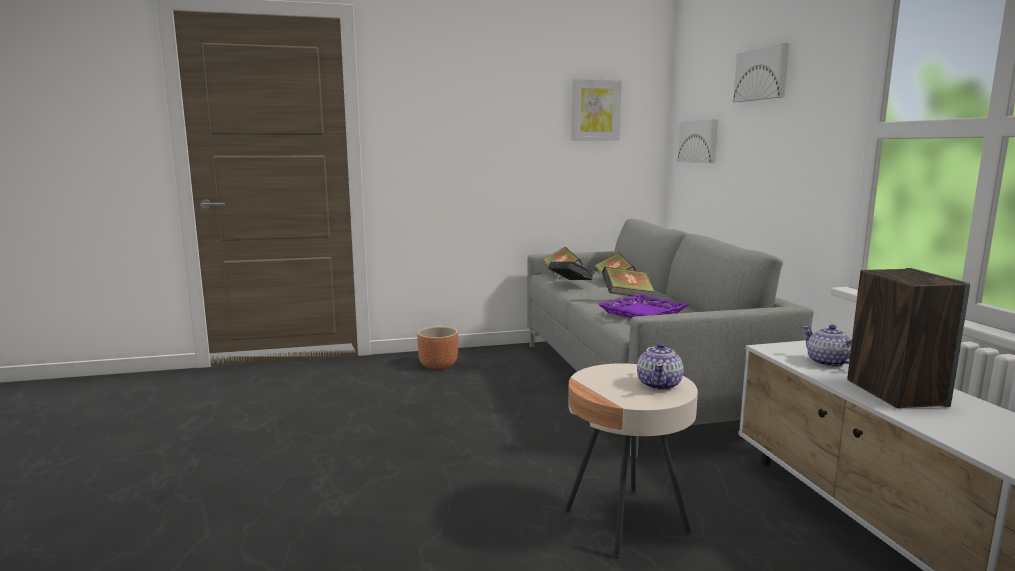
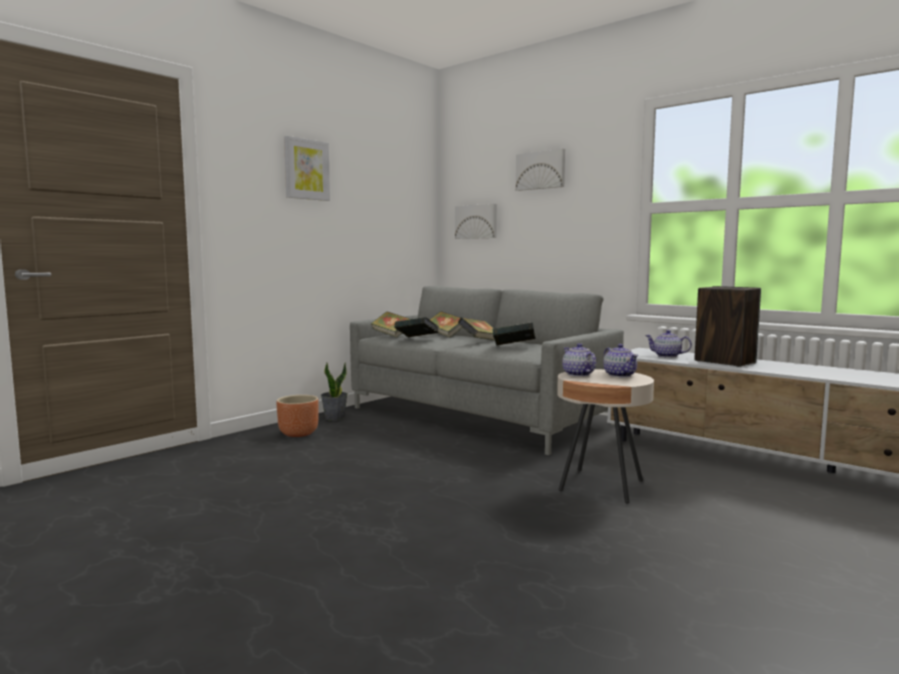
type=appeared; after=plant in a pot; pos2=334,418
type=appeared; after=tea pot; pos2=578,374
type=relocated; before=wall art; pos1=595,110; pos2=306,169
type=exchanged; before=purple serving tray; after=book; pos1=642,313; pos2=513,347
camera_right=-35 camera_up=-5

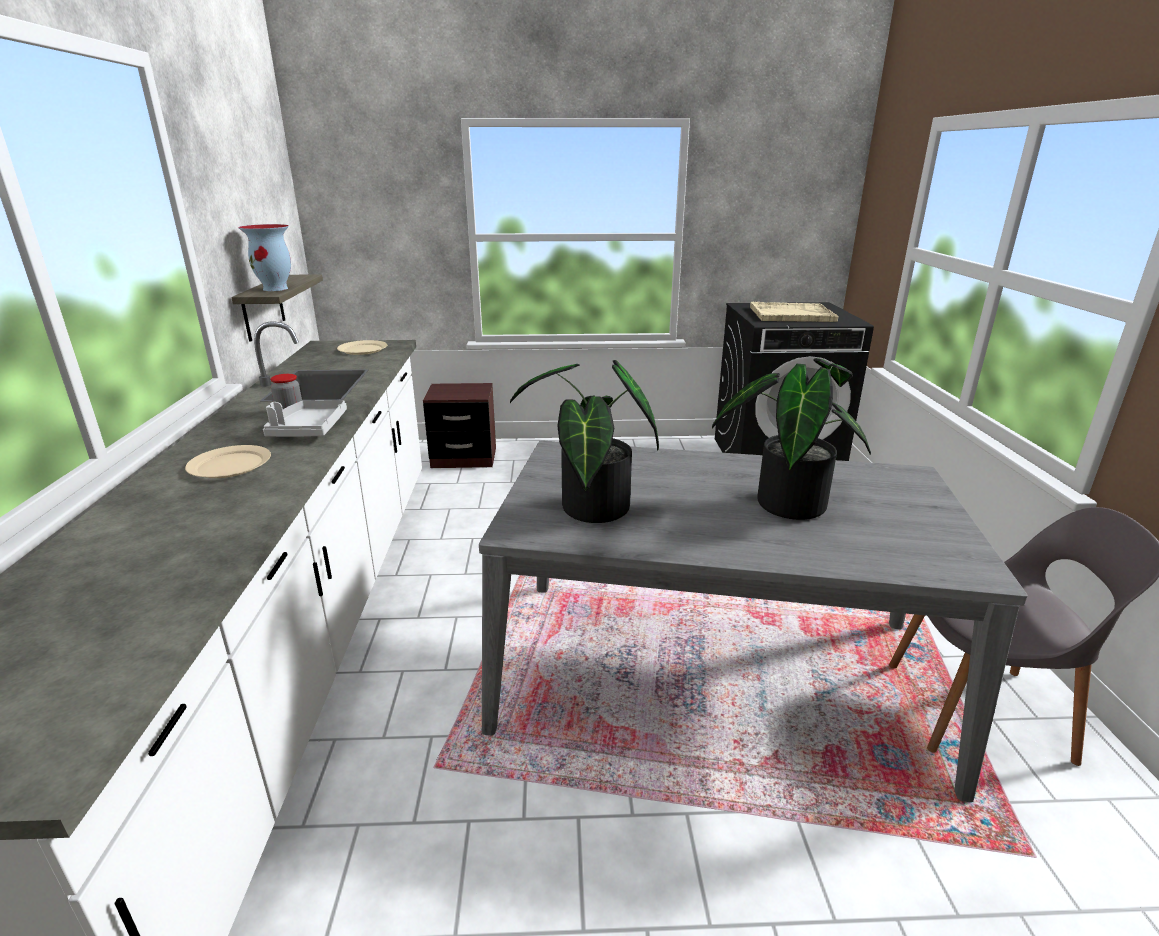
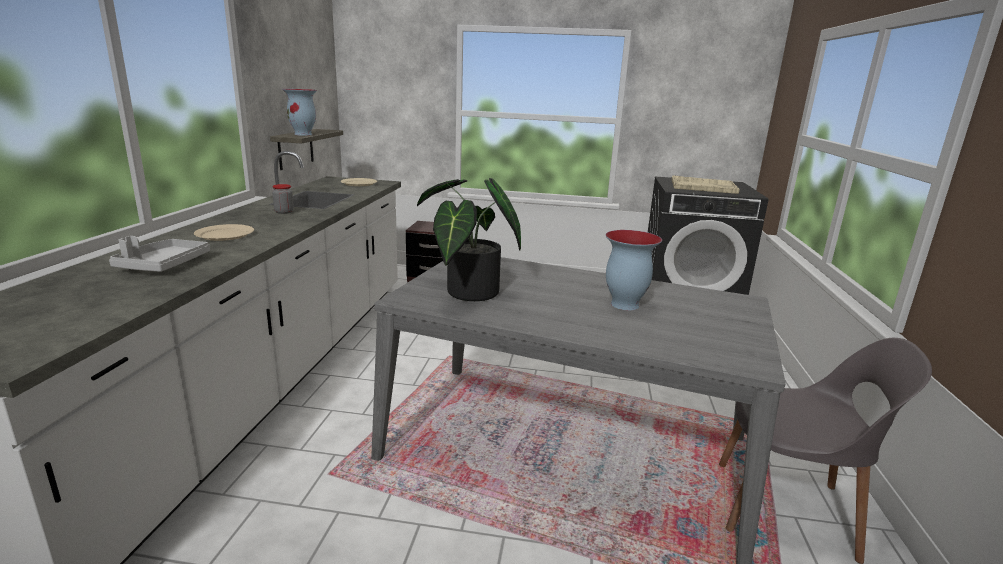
type=relocated; before=greyish serving tray; pos1=308,429; pos2=163,265
type=exchanged; before=plant in a pot; after=decorative vase; pos1=785,501; pos2=623,304
camera_right=10 camera_up=-5

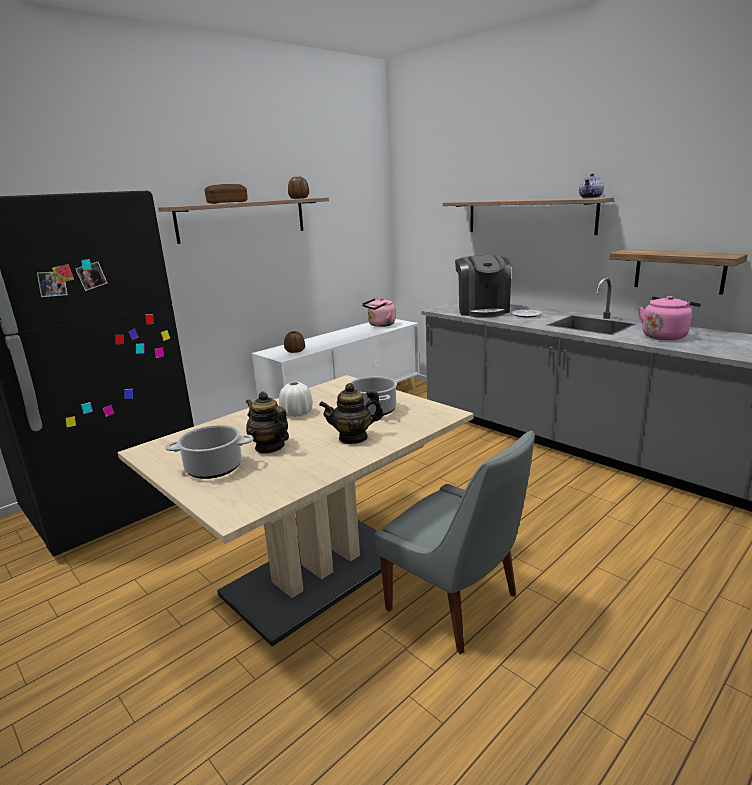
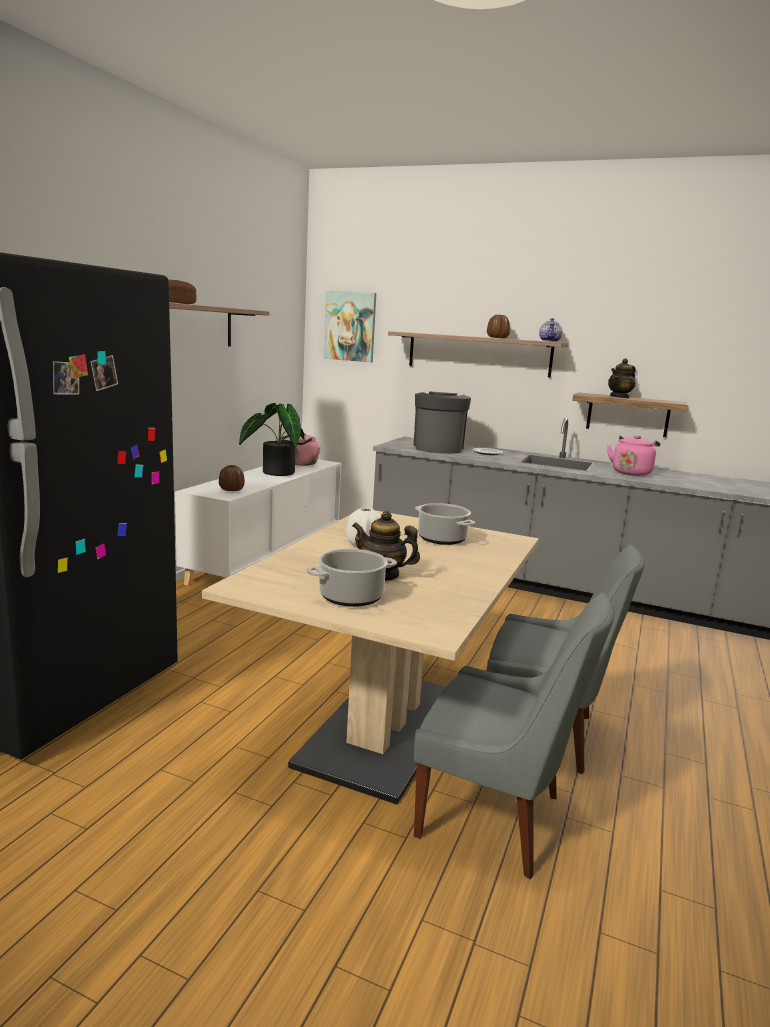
type=appeared; after=plant in a pot; pos2=274,472
type=appeared; after=wall art; pos2=350,326
type=appeared; after=greyish plain chair; pos2=495,818
type=relocated; before=brown decorative vase; pos1=299,198; pos2=497,338
type=relocated; before=tea pot; pos1=353,437; pos2=620,397
type=spun; before=coffee maker; pos1=482,310; pos2=438,448; turn=-150
camera_right=-25 camera_up=-5

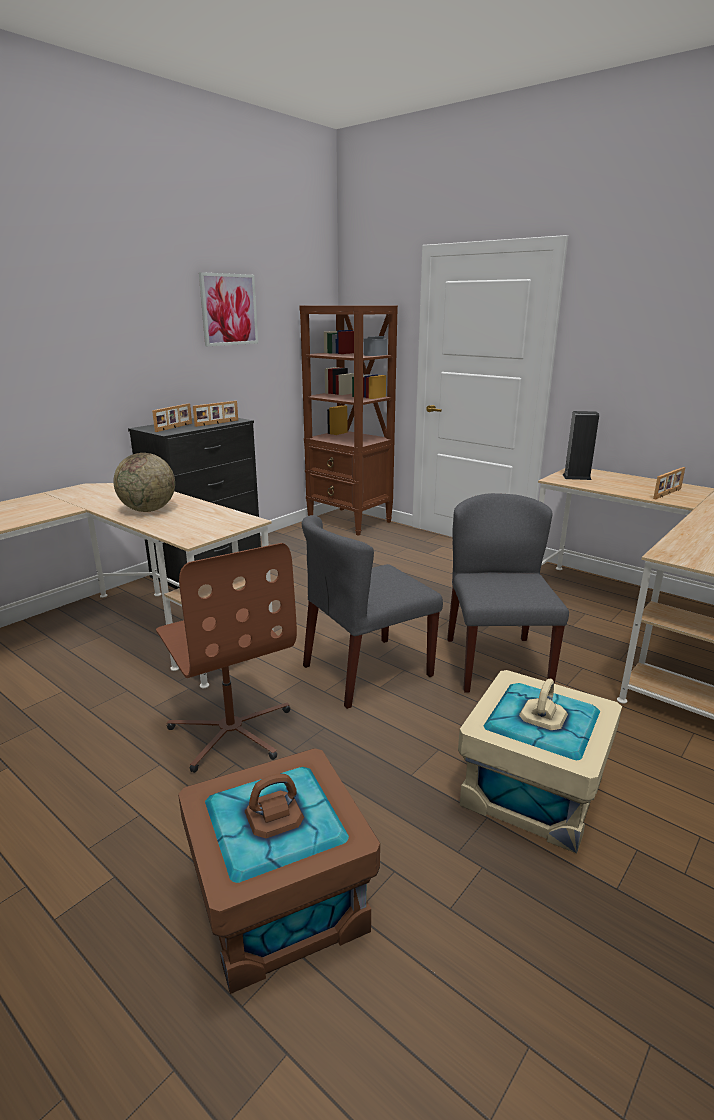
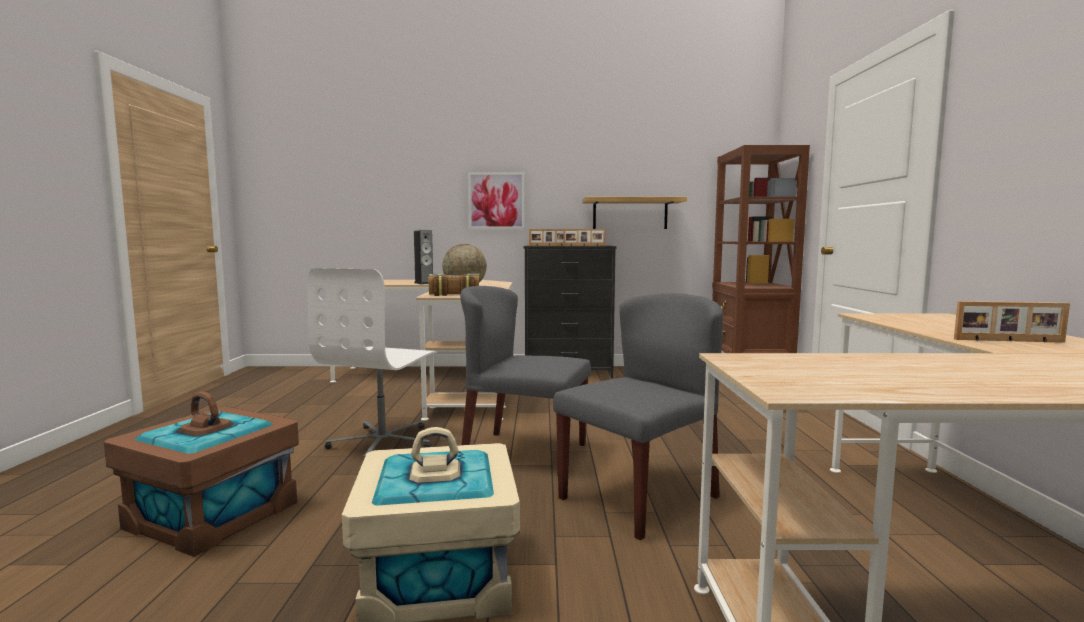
type=appeared; after=book; pos2=453,293
type=appeared; after=shelf; pos2=630,214
type=relocated; before=wall art; pos1=229,309; pos2=496,201
type=relocated; before=speaker; pos1=576,477; pos2=424,283
type=colour; before=brown office chair; after=whitish office chair; pos1=232,731; pos2=383,442
camera_right=50 camera_up=-15

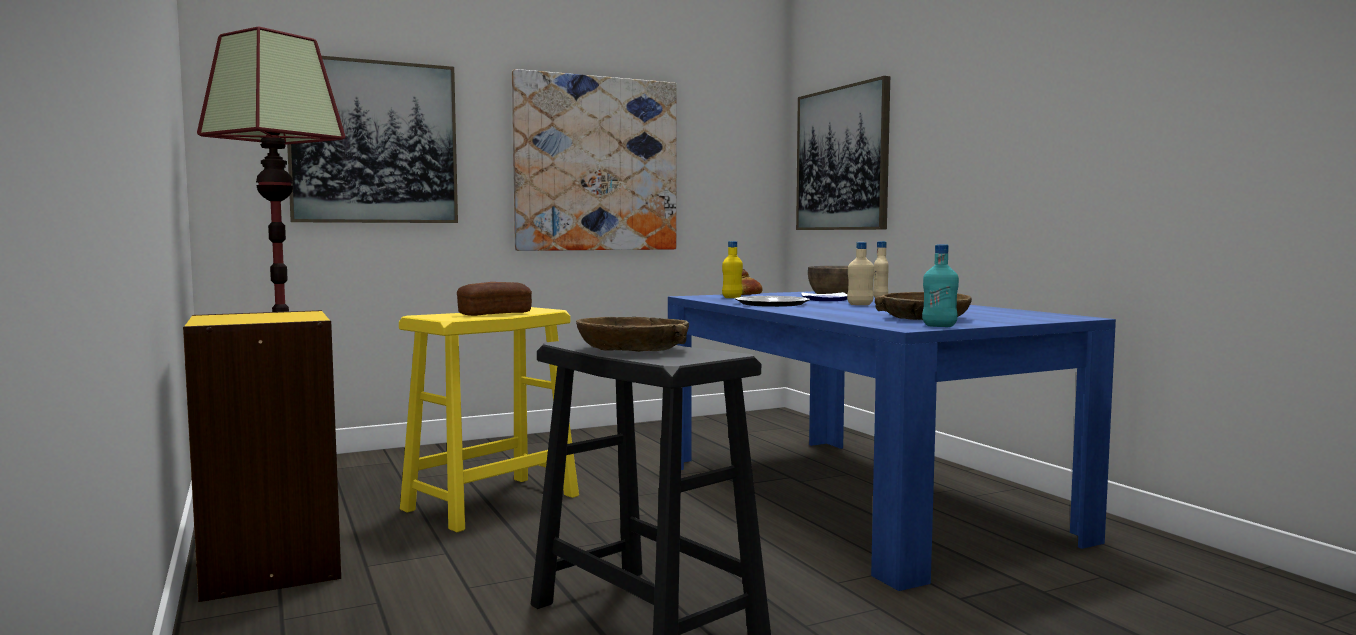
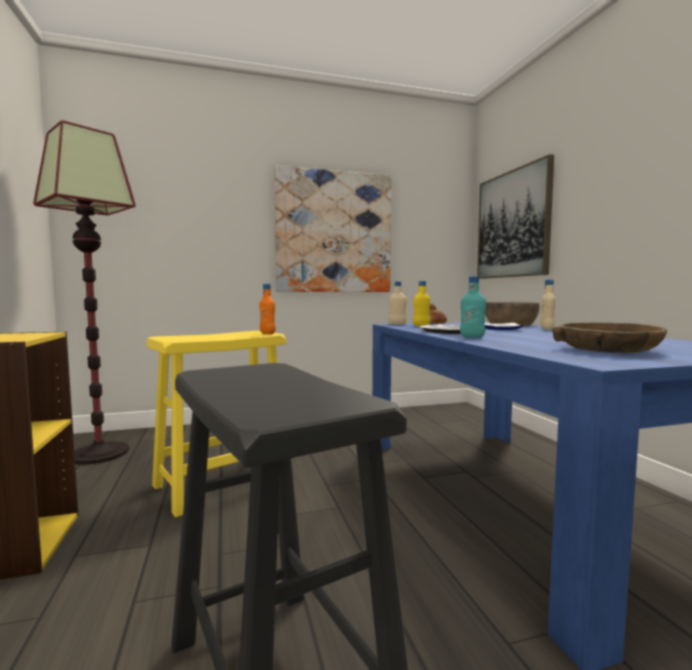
type=missing; before=wall art; pos1=374,142
type=missing; before=bread; pos1=495,314
type=missing; before=brown serving bowl; pos1=634,349
type=appeared; after=orange beverage bottle; pos2=267,333
type=relocated; before=beige beverage bottle; pos1=860,304; pos2=397,324
type=relocated; before=turquoise-coloured beverage bottle; pos1=939,326; pos2=472,337
camera_right=10 camera_up=0

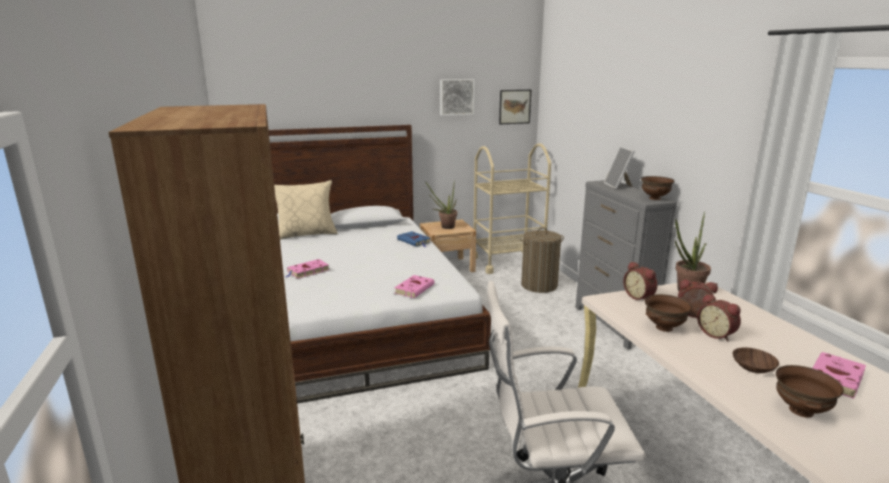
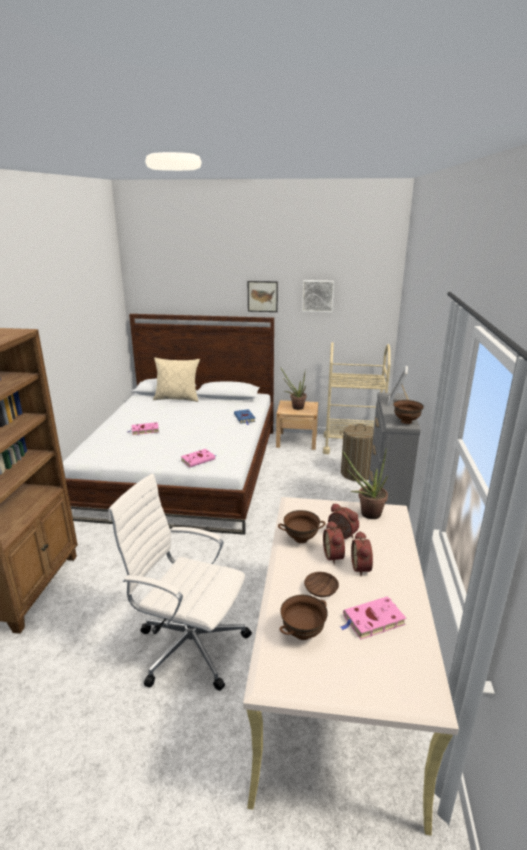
type=relocated; before=wall art; pos1=514,106; pos2=262,296
type=relocated; before=bedside clock; pos1=639,297; pos2=362,567
camera_right=25 camera_up=5

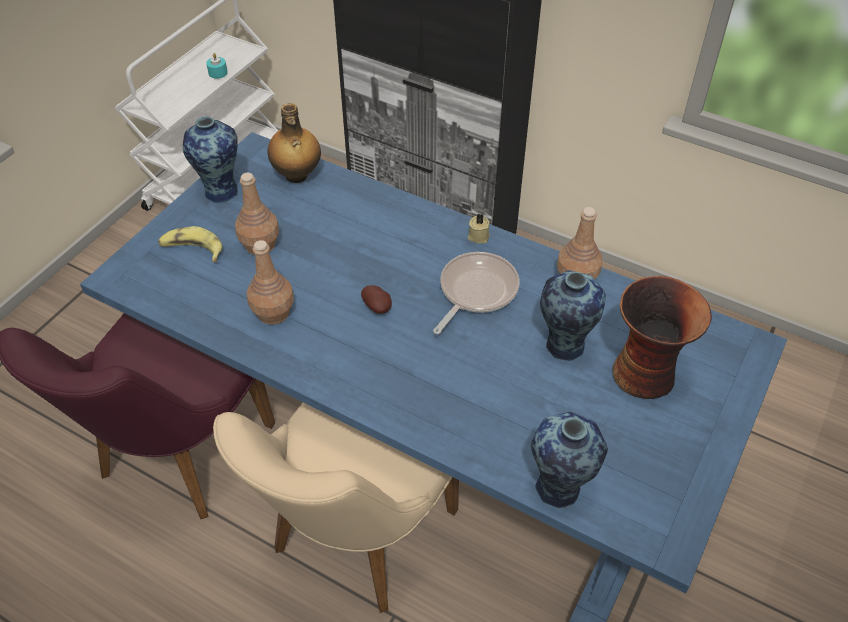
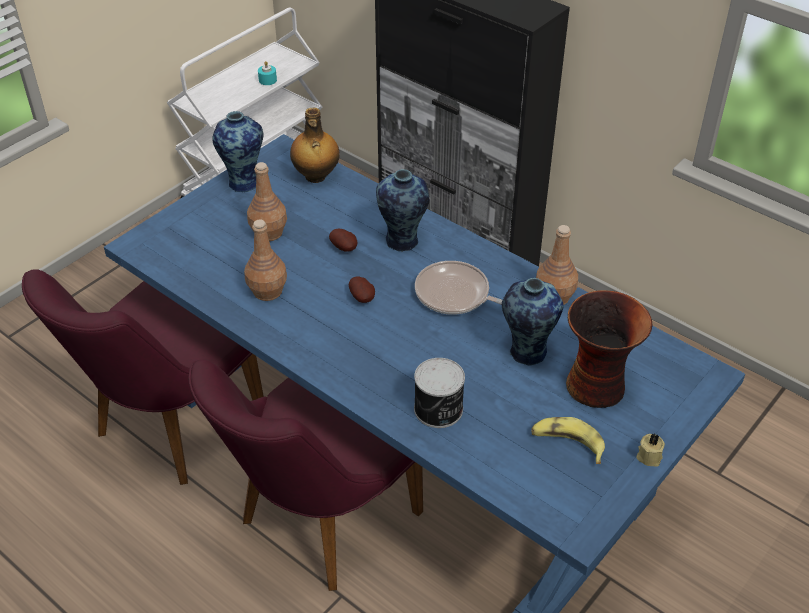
type=appeared; after=spud; pos2=345,248
type=appeared; after=sealed can; pos2=439,410
type=relocated; before=banana fruit; pos1=192,249; pos2=567,443
type=relocated; before=beige candle; pos1=478,236; pos2=648,456
type=relocated; before=decorative vase; pos1=559,490; pos2=402,242
type=colour; before=beige plain chair; after=purple plain chair; pos1=353,541; pos2=317,524
type=spun; before=pan; pos1=475,291; pos2=456,295; turn=-105
camera_right=10 camera_up=-5

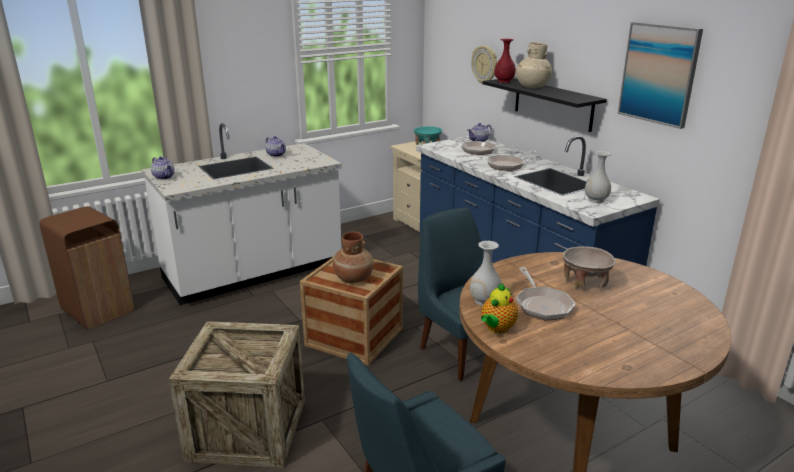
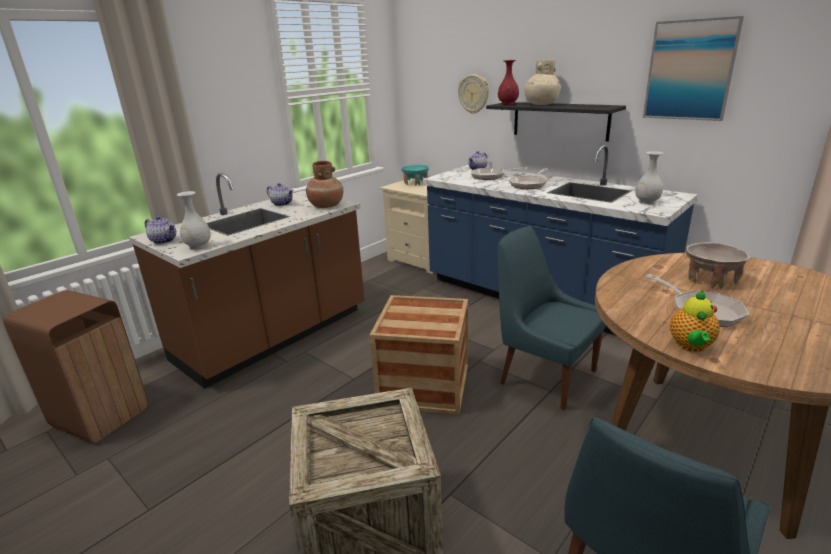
type=relocated; before=brown decorative vase; pos1=353,278; pos2=326,206
type=relocated; before=whitish decorative vase; pos1=484,301; pos2=198,246
type=colour; before=whitish kitchen base unit; after=brown kitchen base unit; pos1=254,272; pos2=274,335
camera_right=-15 camera_up=0

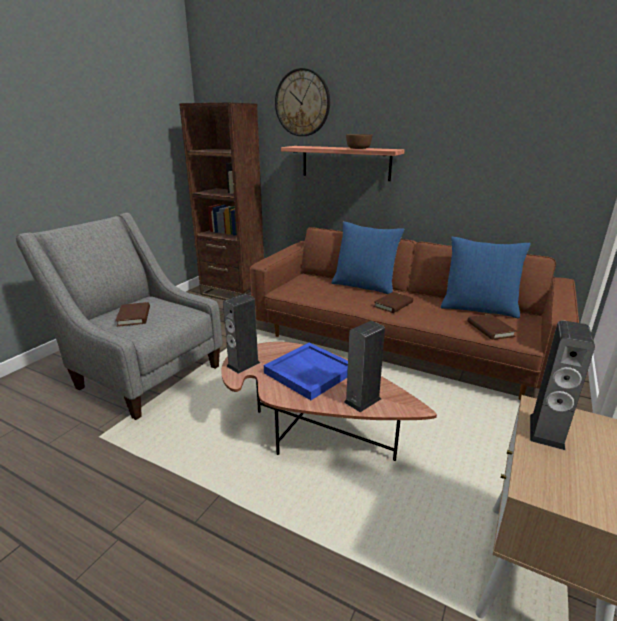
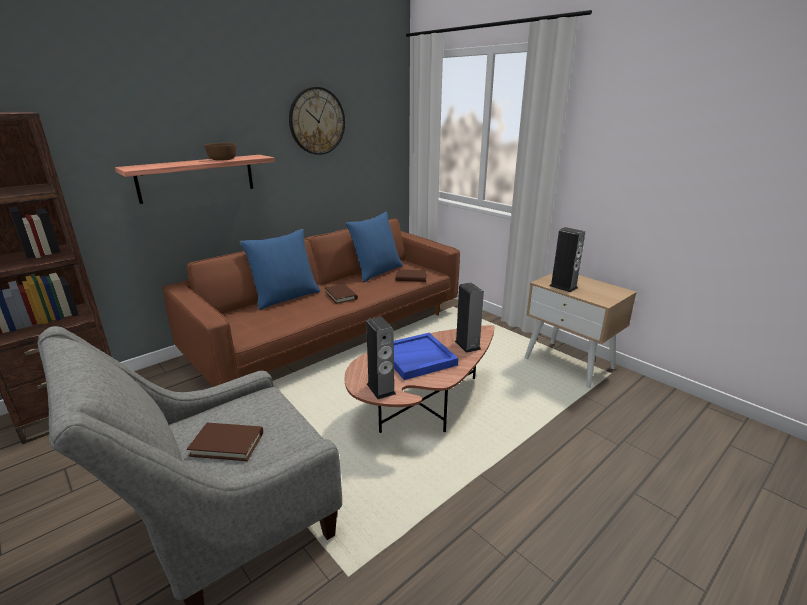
type=relocated; before=hanging clock; pos1=302,103; pos2=317,121
camera_right=-70 camera_up=0

